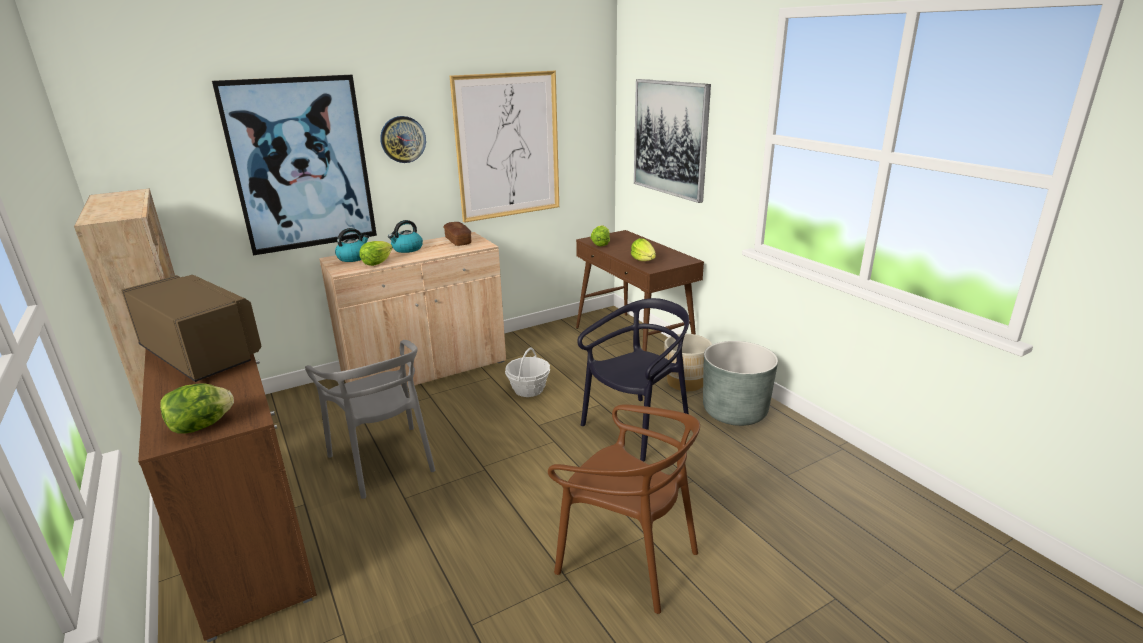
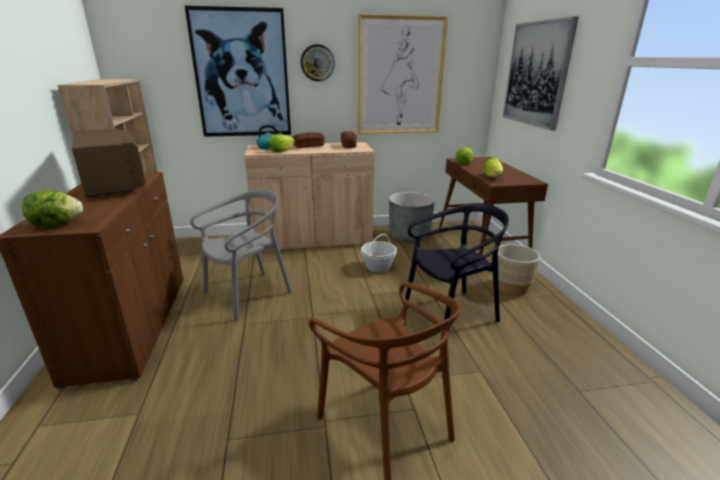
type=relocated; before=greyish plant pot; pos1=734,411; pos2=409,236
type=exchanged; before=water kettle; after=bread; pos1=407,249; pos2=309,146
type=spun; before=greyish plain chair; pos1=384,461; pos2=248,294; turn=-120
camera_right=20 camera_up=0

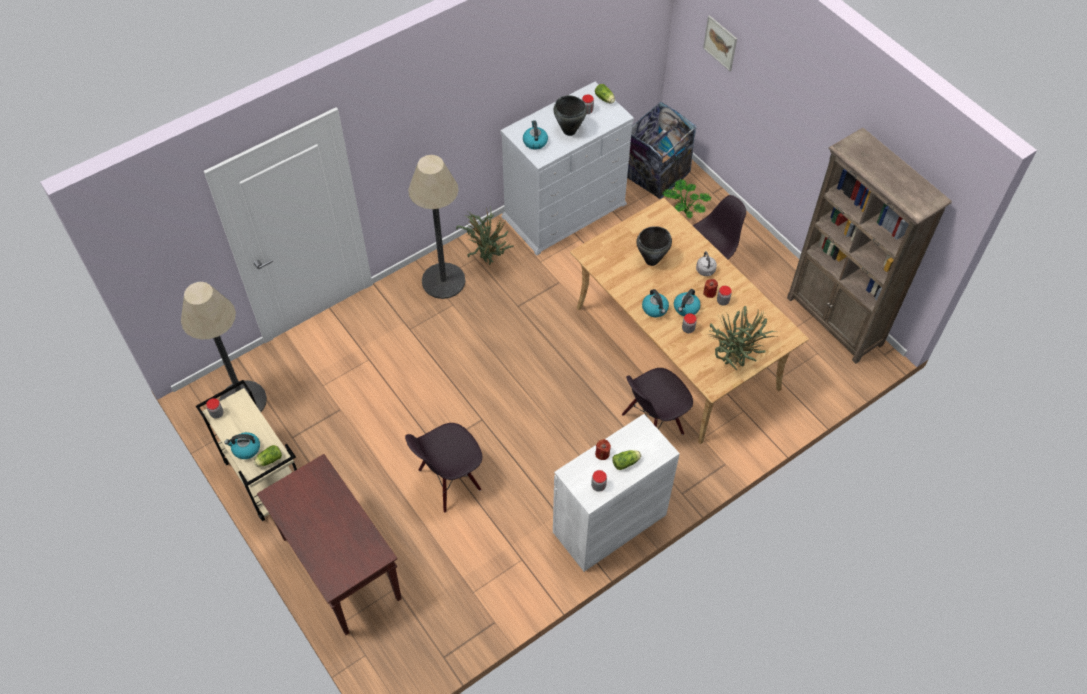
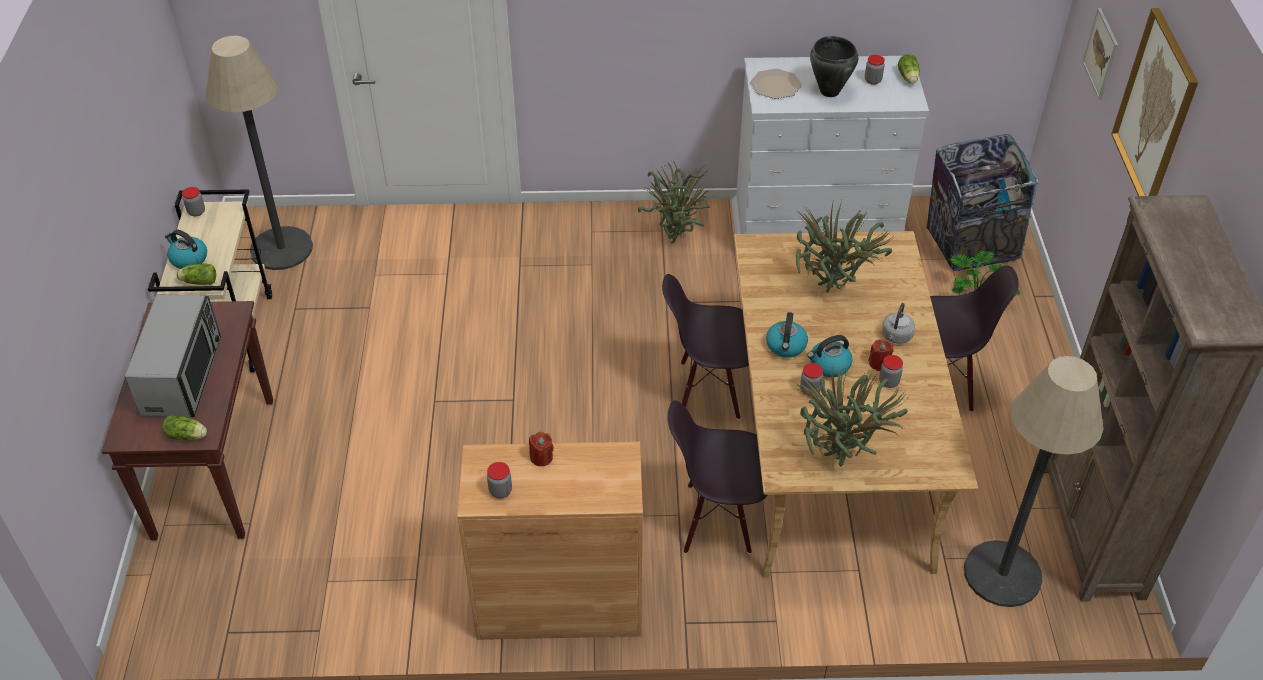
type=appeared; after=microwave; pos2=183,375
type=appeared; after=wall art; pos2=1155,110
type=relocated; before=black-coloured plain chair; pos1=449,481; pos2=708,392
type=relocated; before=floor lamp; pos1=443,281; pos2=1002,574
type=relocated; before=lettuce; pos1=626,462; pos2=188,436
type=exchanged; before=water kettle; after=dinner plate; pos1=535,141; pos2=775,85
type=exchanged; before=black-coloured stockpot; after=plant in a pot; pos1=652,260; pos2=832,291
type=colour; before=whitish storage cabinet; after=brown storage cabinet; pos1=609,523; pos2=559,602
camera_right=35 camera_up=-10

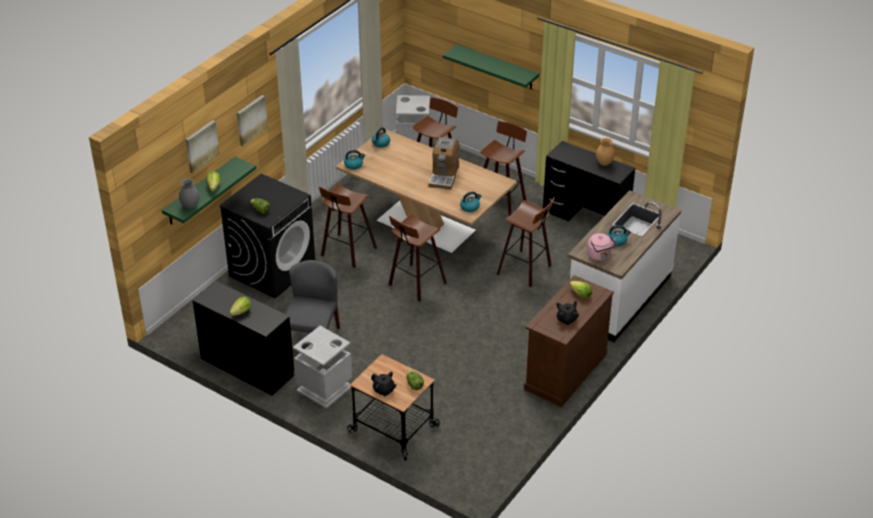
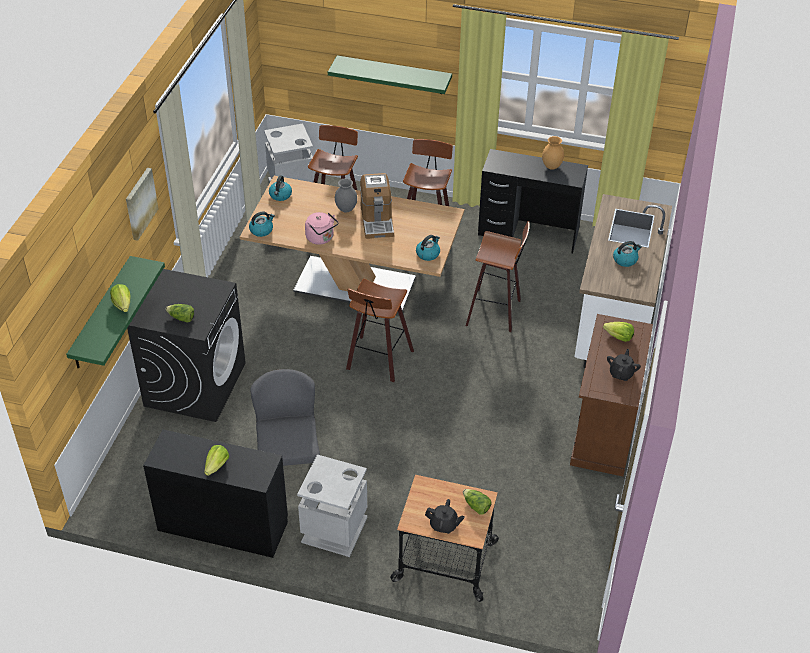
type=missing; before=wall art; pos1=201,146
type=missing; before=stool; pos1=347,252
type=relocated; before=greyish decorative vase; pos1=190,206; pos2=346,209
type=relocated; before=pink-coloured water kettle; pos1=600,256; pos2=321,238
camera_right=-20 camera_up=5

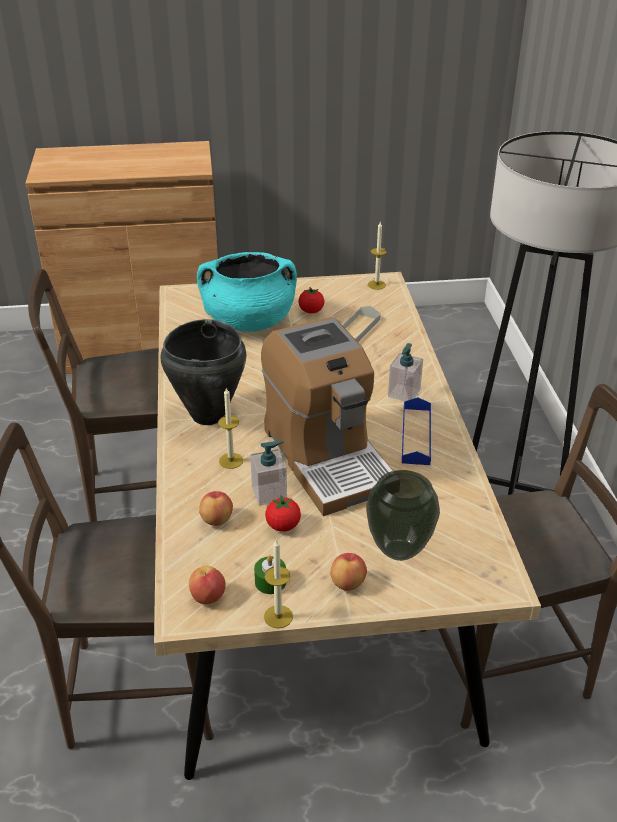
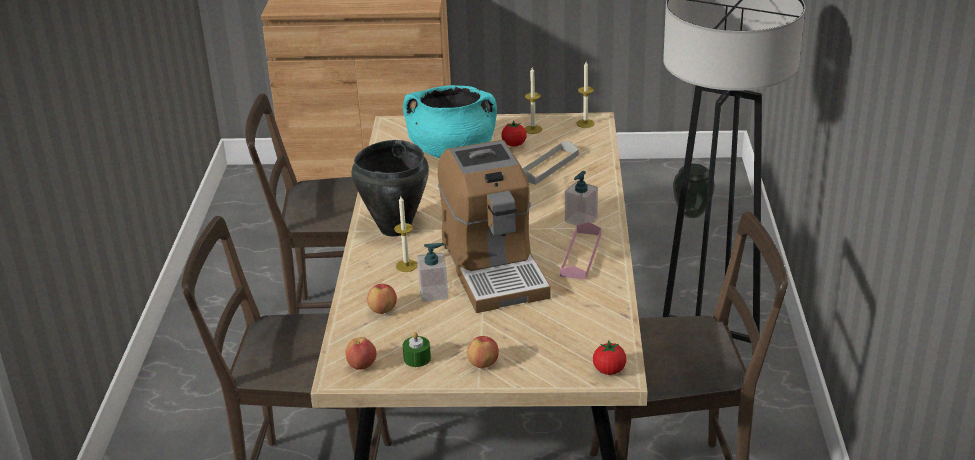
type=relocated; before=candle; pos1=278,616; pos2=533,129
type=relocated; before=whole tomato; pos1=283,526; pos2=609,370
type=relocated; before=decorative vase; pos1=400,551; pos2=692,214
type=colour; before=bluish serving tray; after=pink-coloured serving tray; pos1=416,435; pos2=581,255
camera_right=10 camera_up=-5

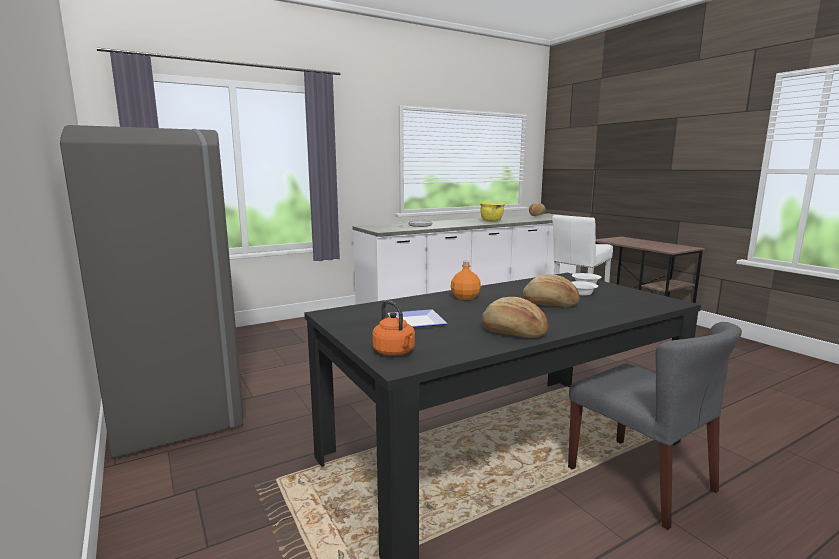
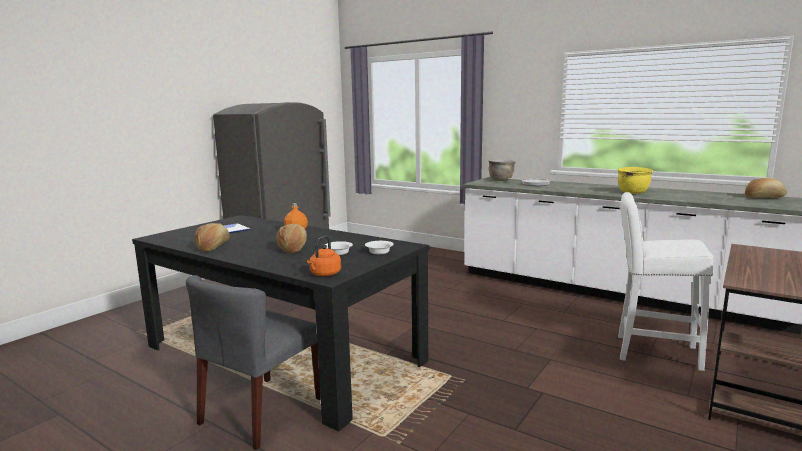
type=appeared; after=brown stockpot; pos2=501,180
type=relocated; before=orange water kettle; pos1=395,352; pos2=324,274
camera_right=65 camera_up=0

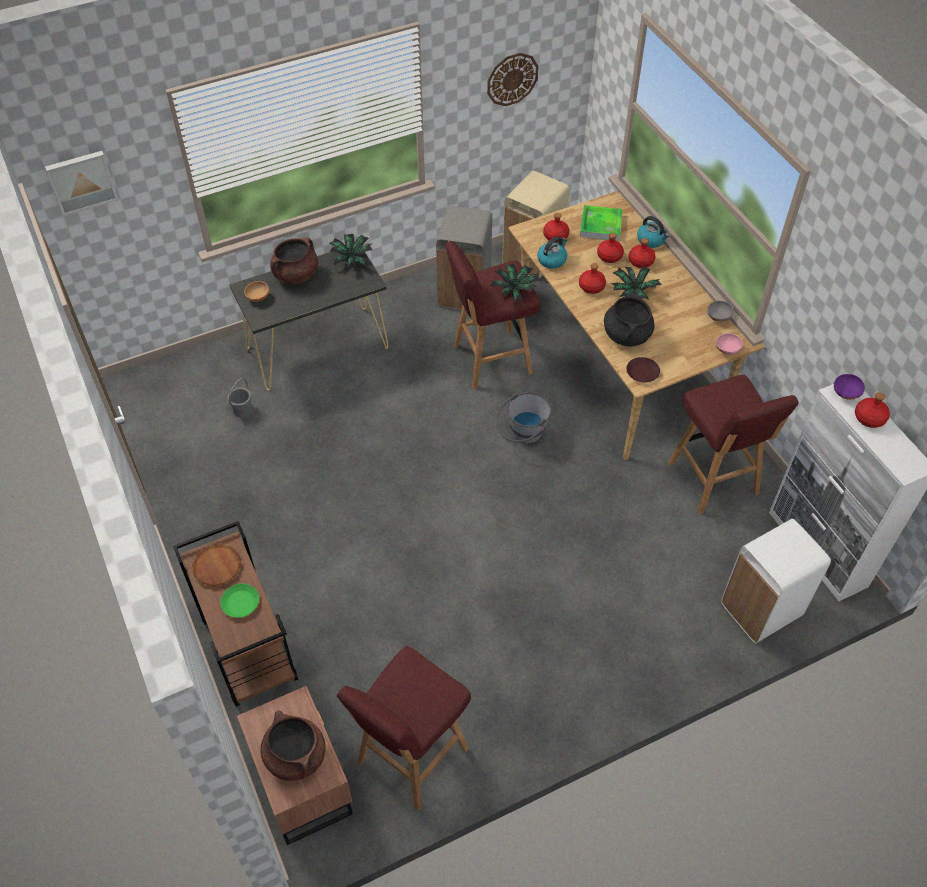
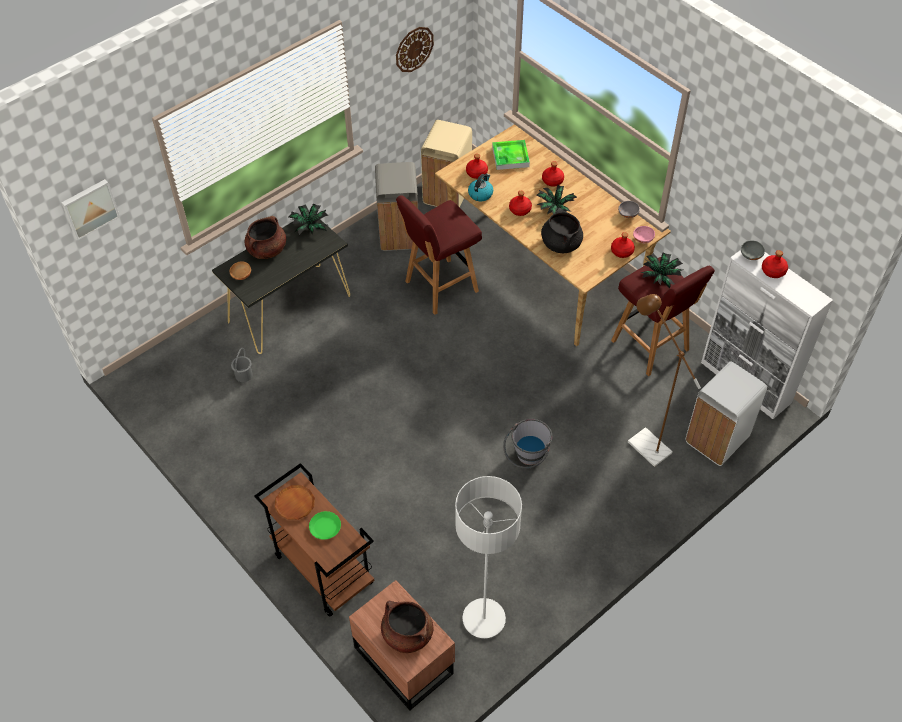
type=missing; before=brown dinner plate; pos1=642,372
type=missing; before=water kettle; pos1=651,240
type=appeared; after=brown floor lamp; pos2=643,442
type=relocated; before=plant in a pot; pos1=515,291; pos2=660,276
type=relocated; before=greyish bucket; pos1=522,435; pos2=527,458
type=relocated; before=reddish beverage bottle; pos1=609,256; pos2=622,251
type=exchanged; before=reddish stool; after=greyish floor lamp; pos1=410,757; pos2=484,619
type=colour; before=purple serving bowl; after=greyish serving bowl; pos1=845,393; pos2=750,256
camera_right=-15 camera_up=0

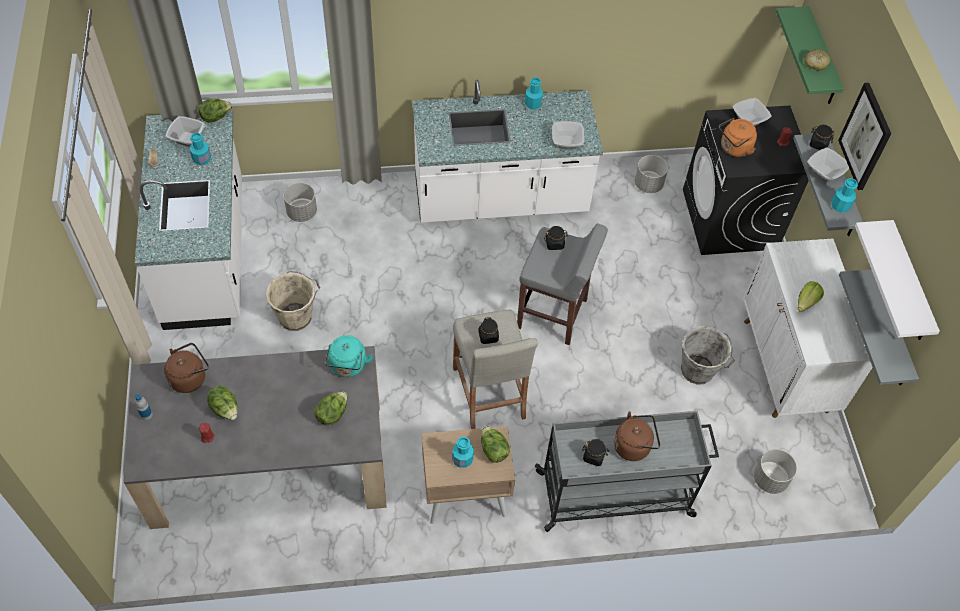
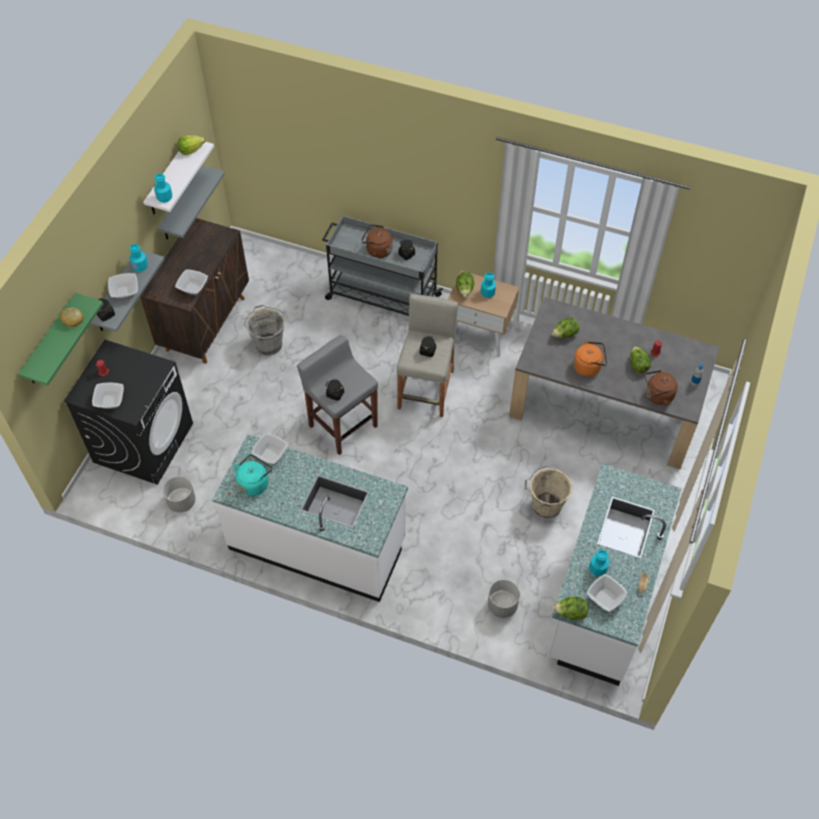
type=missing; before=greyish plant pot; pos1=770,479
type=missing; before=wall art; pos1=865,137
type=appeared; after=serving bowl; pos2=193,288
type=relocated; before=turquoise-coloured water kettle; pos1=348,366; pos2=254,483
type=relocated; before=turquoise-coloured beverage bottle; pos1=533,104; pos2=164,197
type=relocated; before=orange water kettle; pos1=734,149; pos2=588,367
type=relocated; before=lettuce; pos1=806,302; pos2=191,150
type=colour; before=whitish storage cabinet; after=brown storage cabinet; pos1=785,366; pos2=206,323
camera_right=-150 camera_up=0

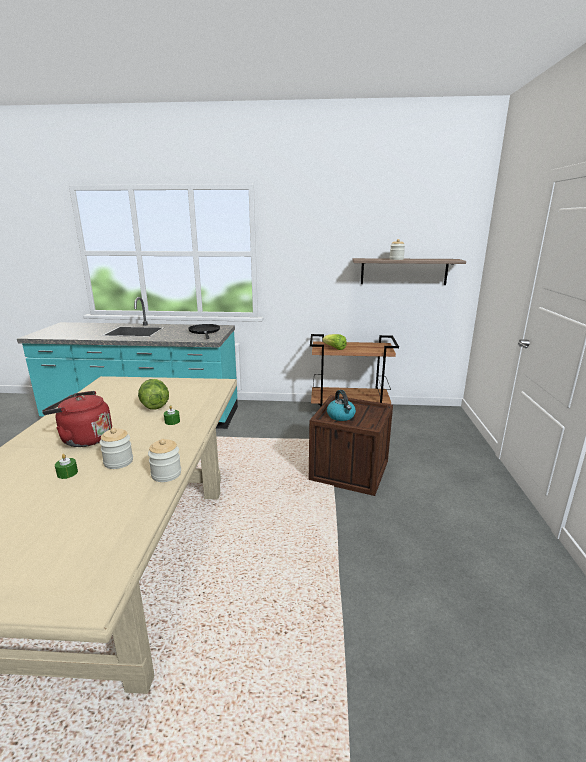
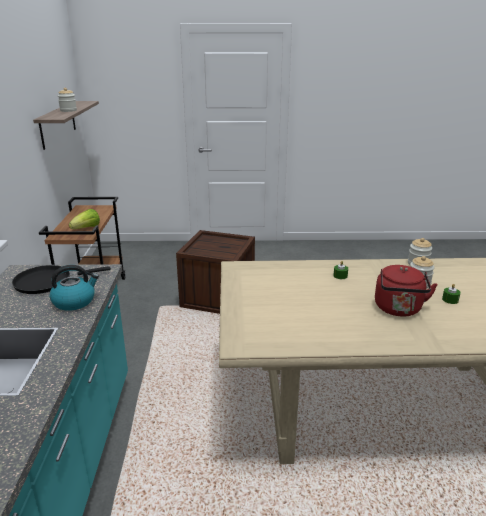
type=missing; before=lettuce; pos1=154,406
type=relocated; before=water kettle; pos1=341,416; pos2=75,301
camera_right=-95 camera_up=5

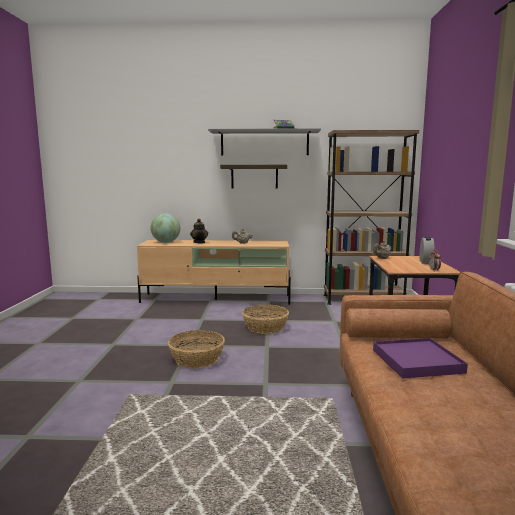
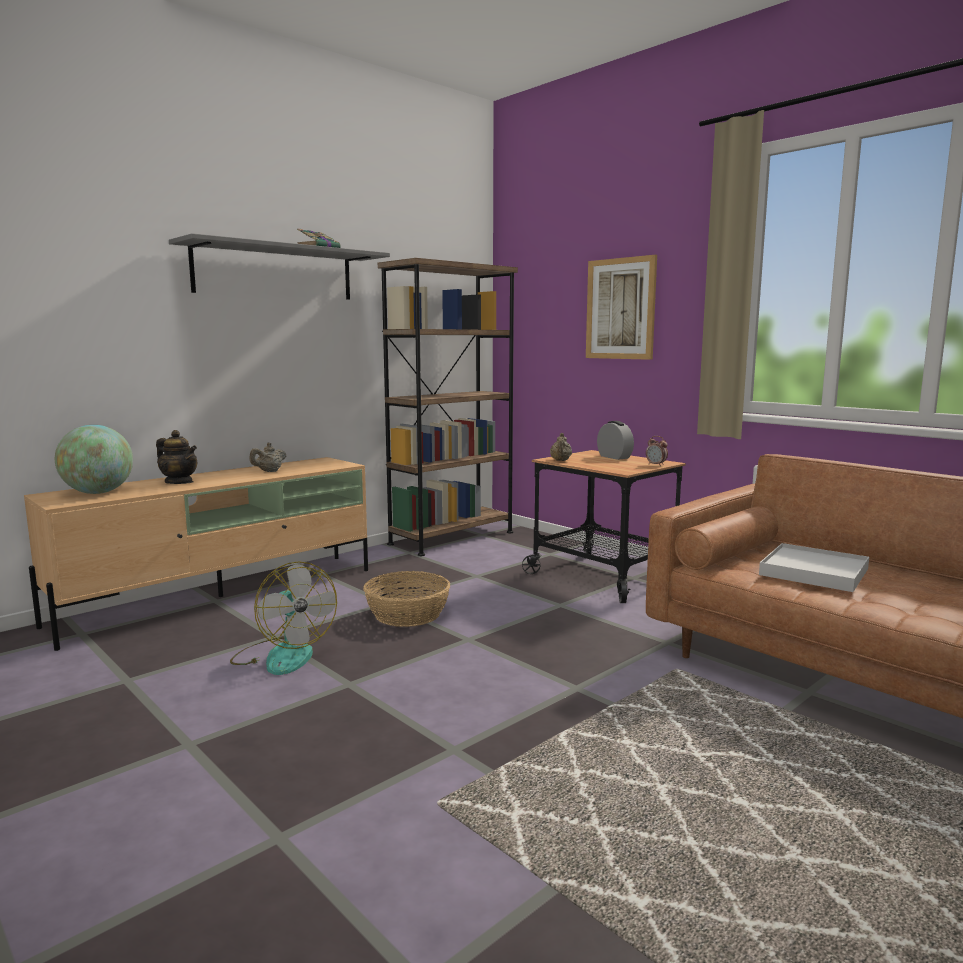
type=missing; before=storage basket; pos1=196,359
type=missing; before=shelf; pos1=254,176
type=appeared; after=cooling fan; pos2=283,655
type=appeared; after=wall art; pos2=620,309
type=colour; before=purple serving tray; after=whitish serving tray; pos1=416,361; pos2=814,572
camera_right=-45 camera_up=0

